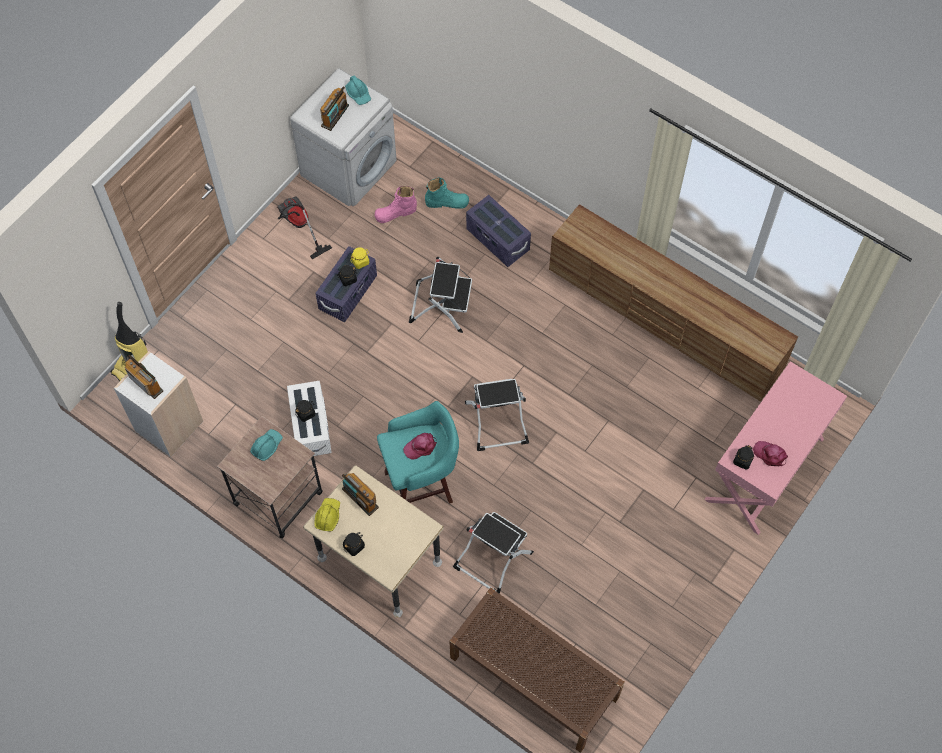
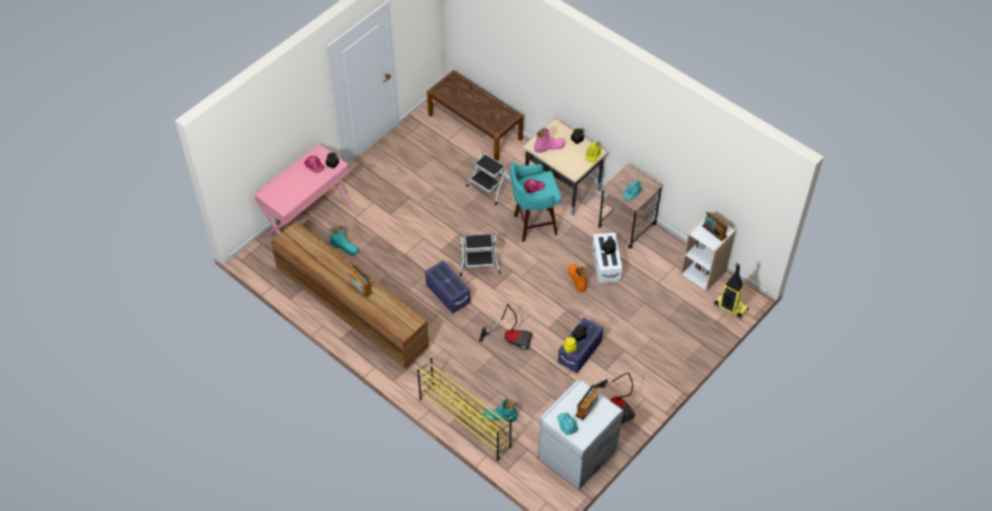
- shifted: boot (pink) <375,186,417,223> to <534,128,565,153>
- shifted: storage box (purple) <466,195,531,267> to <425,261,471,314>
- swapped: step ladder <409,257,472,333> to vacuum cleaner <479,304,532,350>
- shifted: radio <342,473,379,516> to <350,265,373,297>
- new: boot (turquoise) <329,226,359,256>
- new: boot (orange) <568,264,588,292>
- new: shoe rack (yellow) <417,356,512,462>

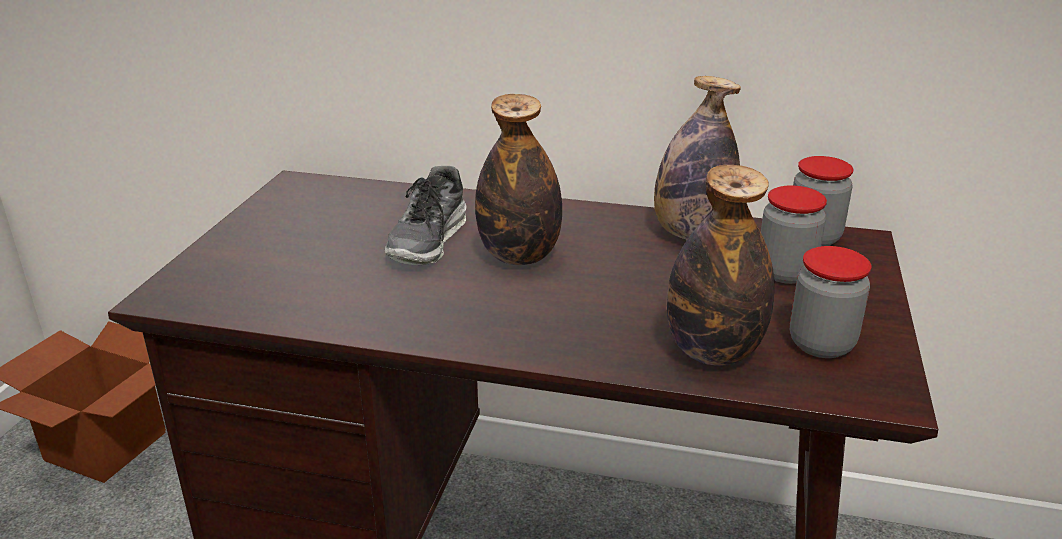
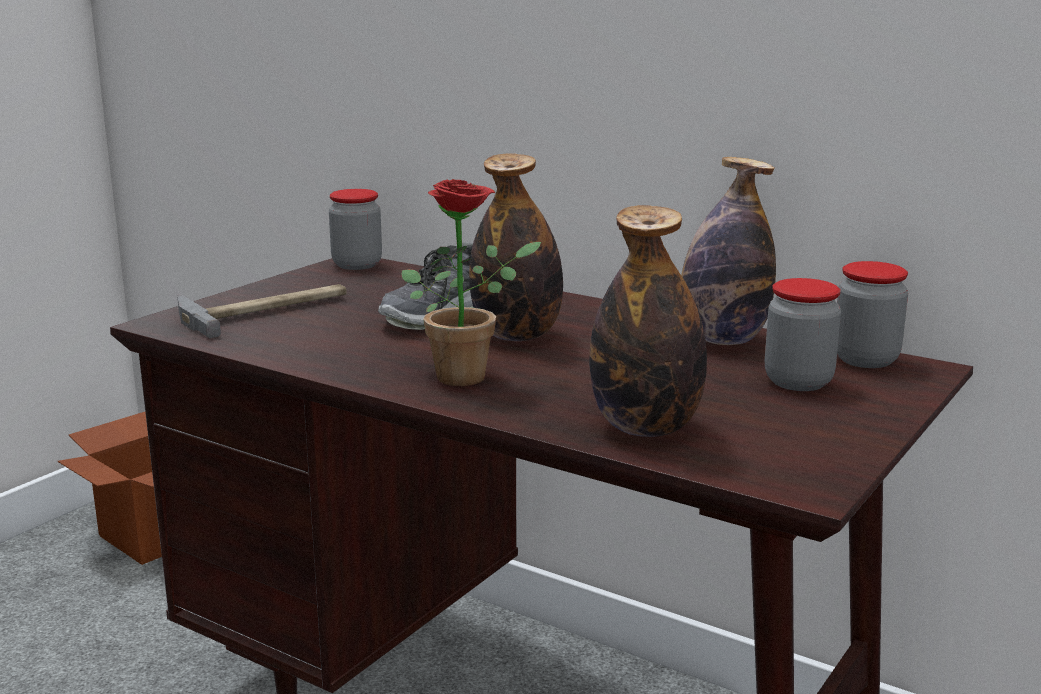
- shifted: jar <790,246,871,358> to <329,189,382,270>
- new: potted plant <401,179,541,386>
- new: hammer <177,284,347,338>

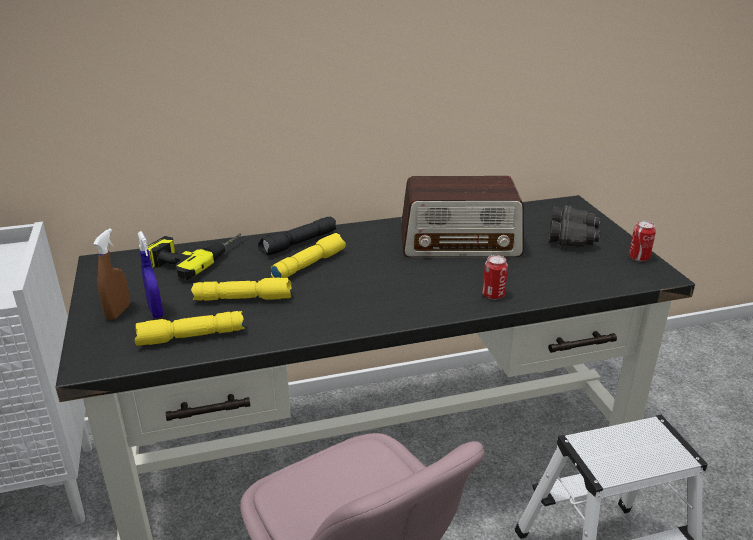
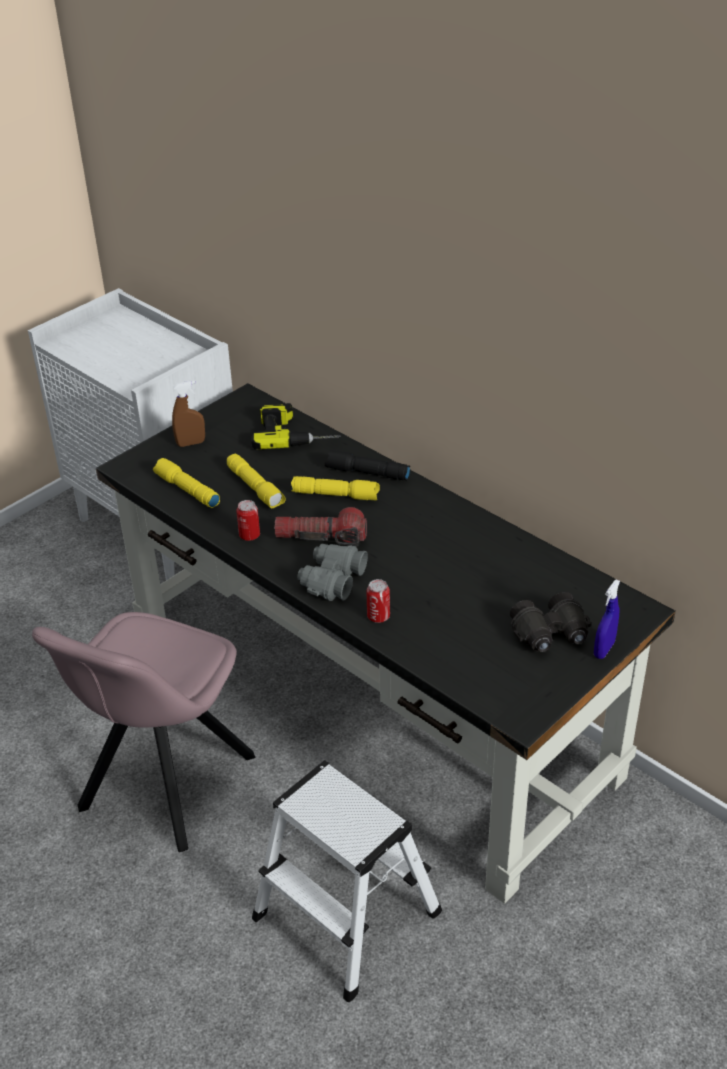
- gone: radio <401,176,524,257>
- shifted: can <629,221,656,261> to <236,500,260,541>
- shifted: spray bottle (blue) <138,231,163,318> to <594,580,620,659>
- new: flashlight <274,507,367,547>
- new: binoculars (grey) <297,544,368,601>

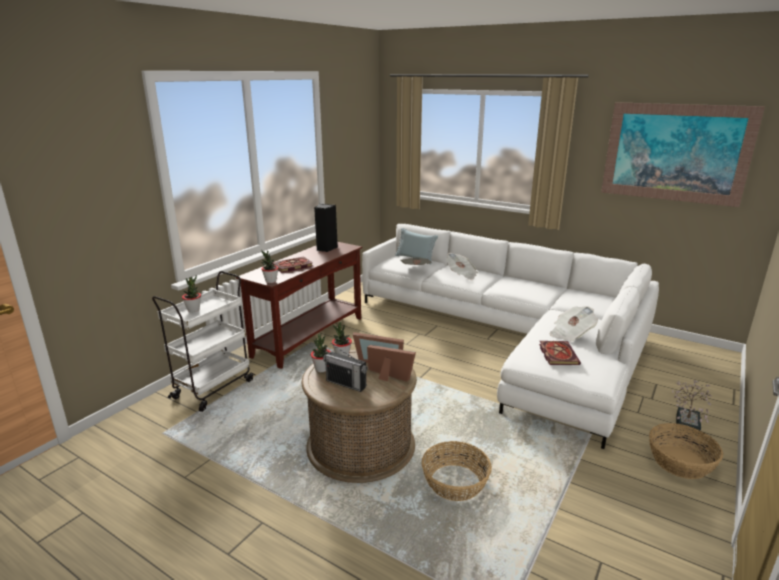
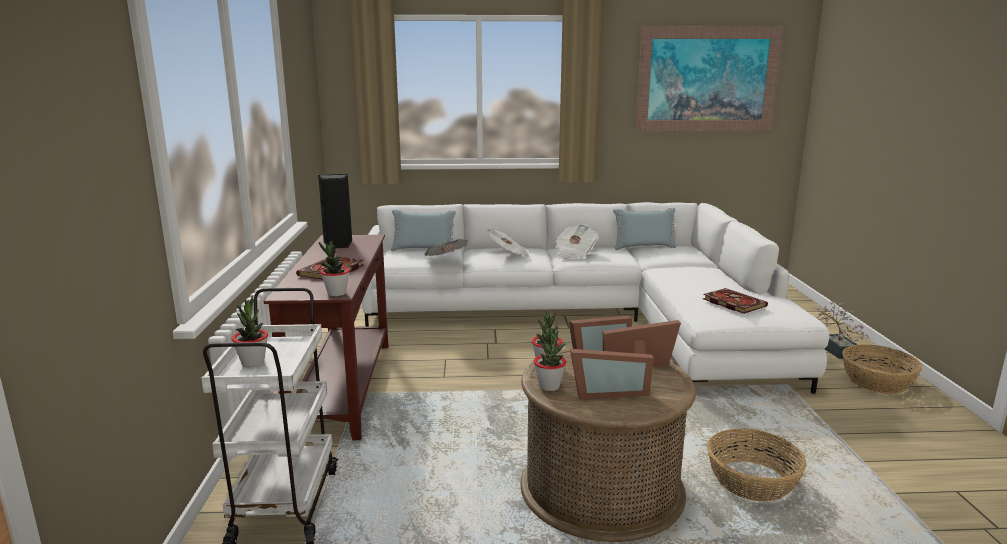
- shifted: newspaper <549,306,598,341> to <555,224,599,259>
- swapped: radio <323,343,368,392> to picture frame <570,349,654,399>
- new: pillow (blue) <613,208,676,250>

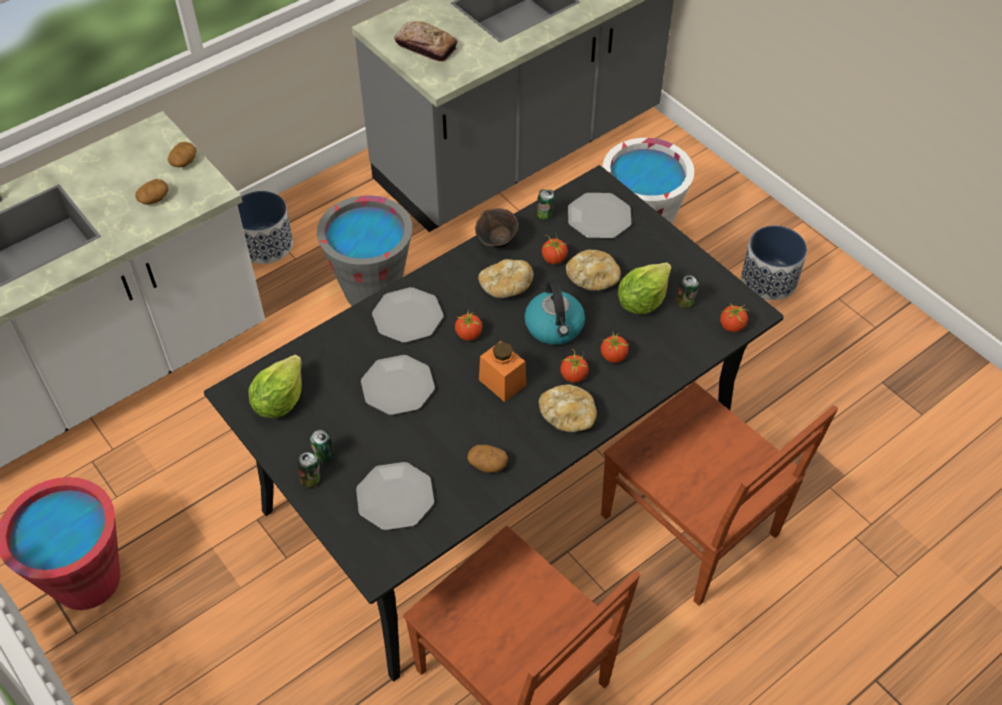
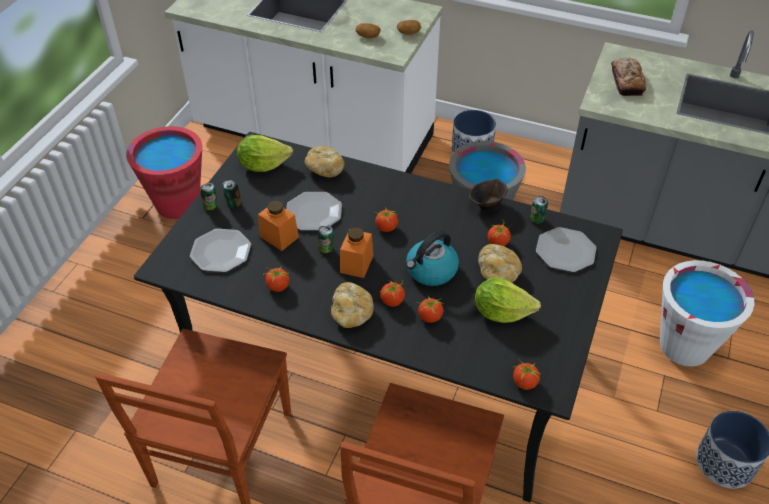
- shifted: bread <478,259,533,298> to <305,147,345,177>
- shifted: can <676,275,699,308> to <318,226,334,253>
- gone: plate <372,287,443,343>
- swapped: potato <467,445,508,473> to tomato <264,265,290,292>
- new: jar (orange) <258,200,299,251>

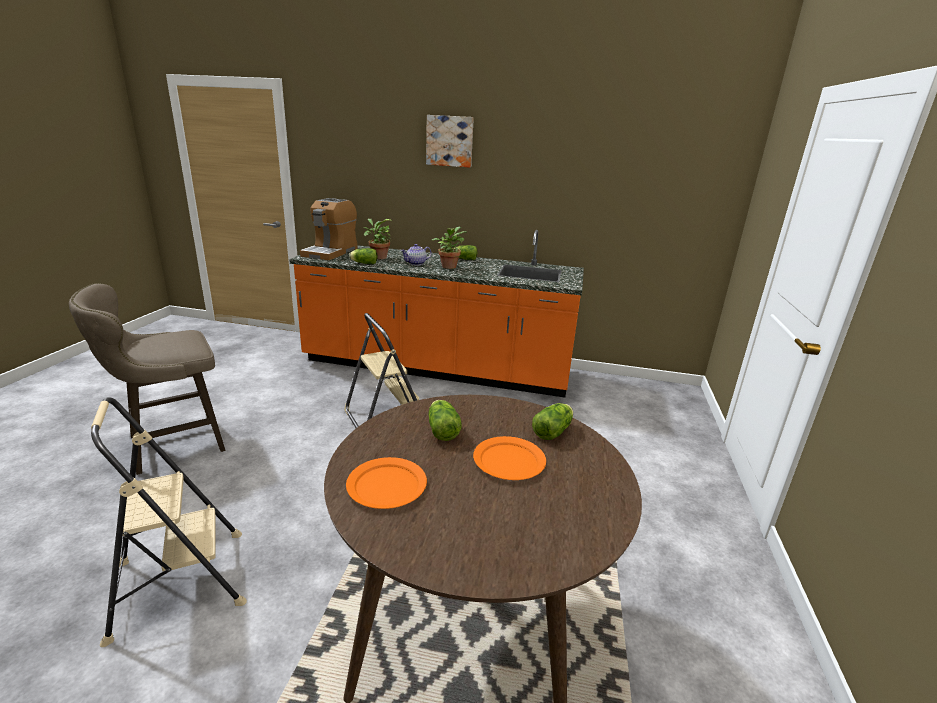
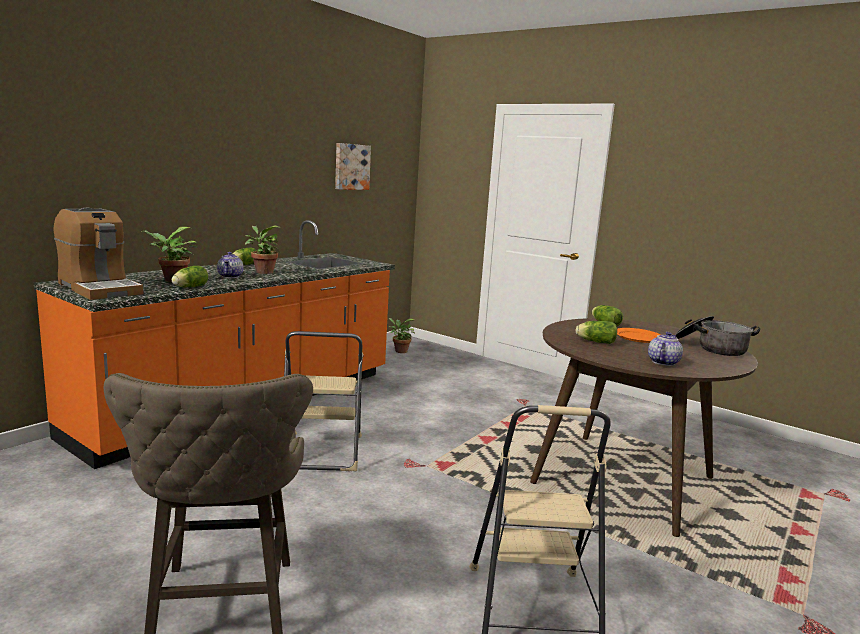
- shifted: picture <426,115,474,168> to <335,143,371,190>
- swapped: plate (orange) <346,457,427,509> to teapot <648,332,683,366>
- new: cooking pot <675,316,760,356>
- new: potted plant <388,318,416,353>

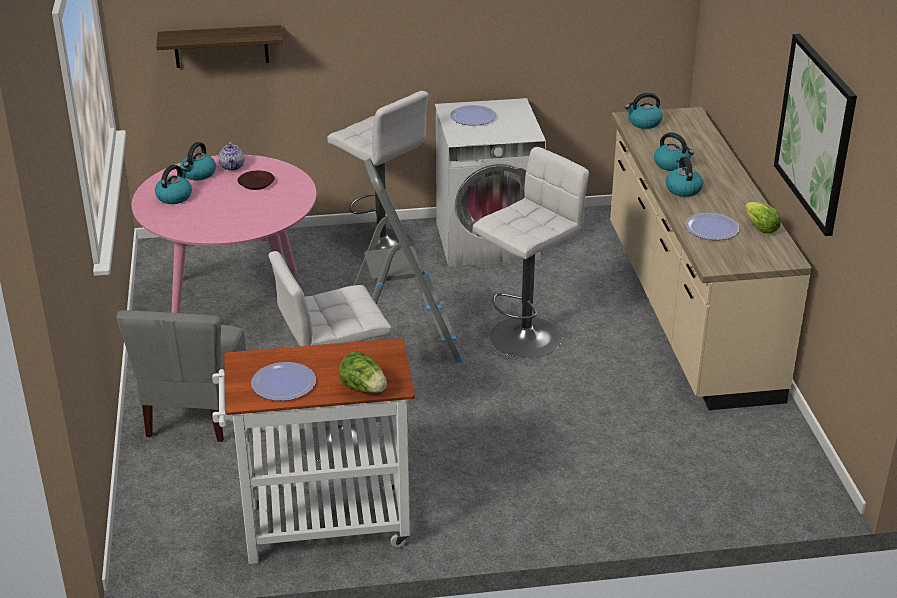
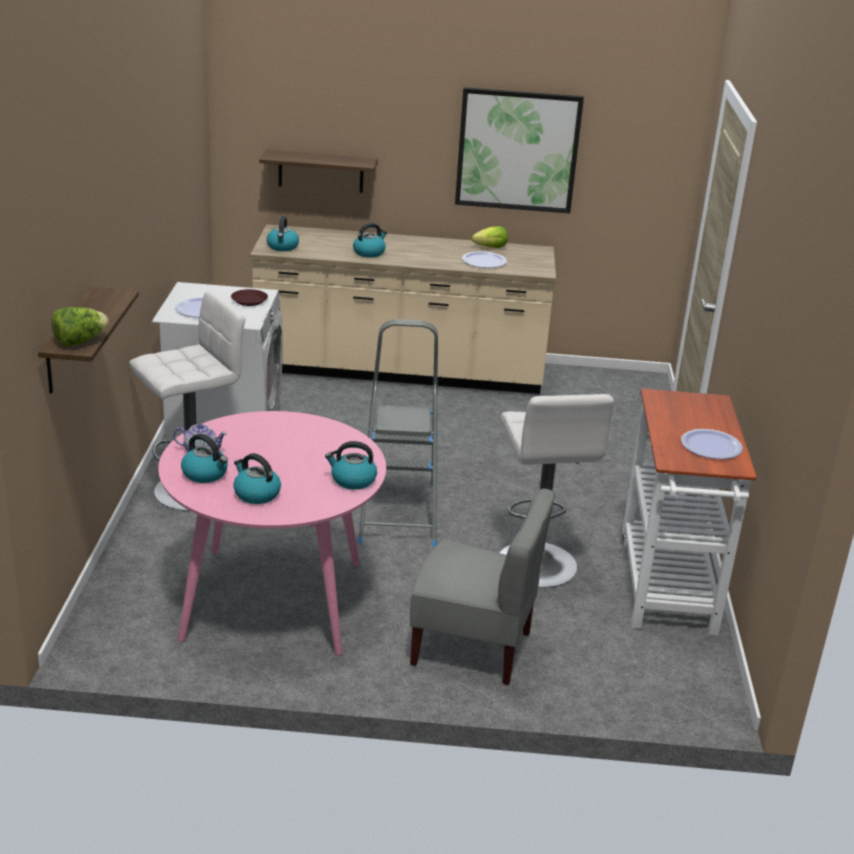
- gone: stool (white) <473,147,589,358>
- shifted: kettle <666,156,703,197> to <325,441,377,489>
- shifted: plate (brown) <238,171,275,190> to <231,289,268,306>
- shifted: lettuce <339,351,387,393> to <51,307,109,347>
- new: shelf <259,150,378,193>

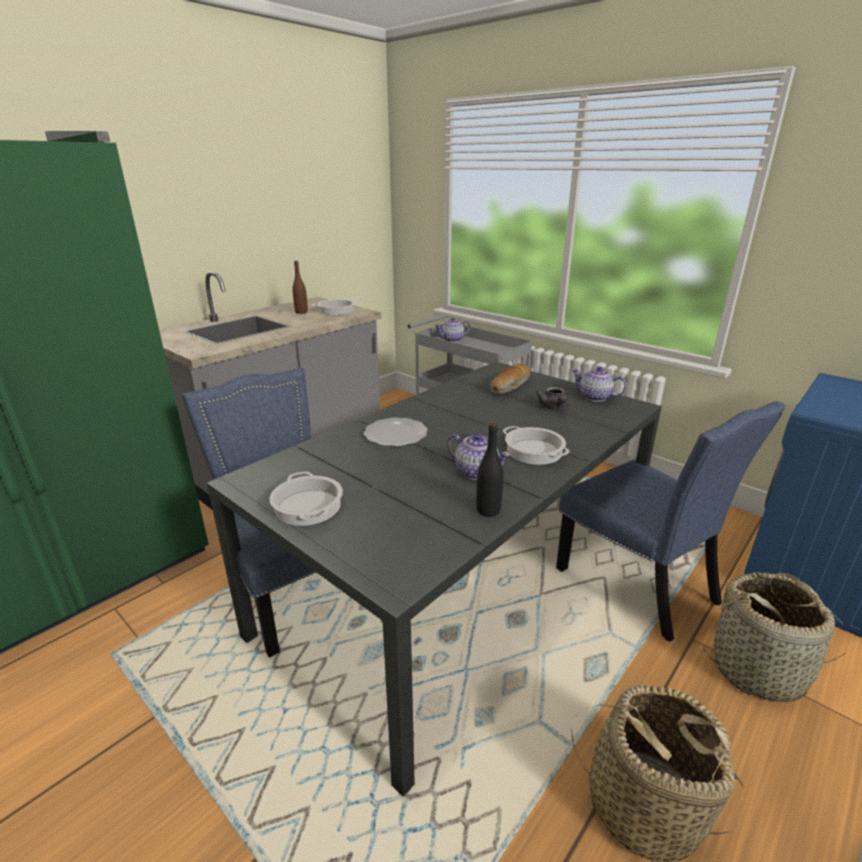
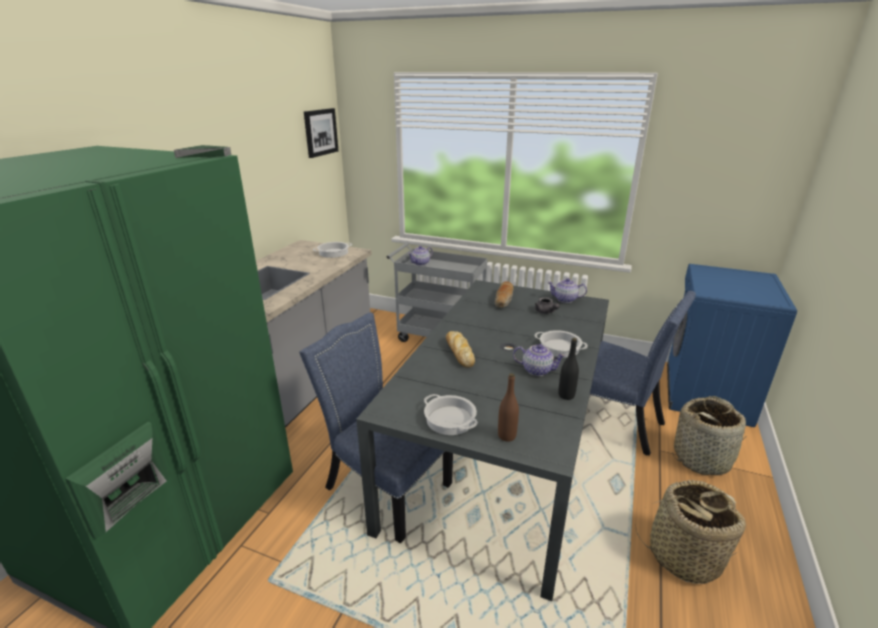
- shifted: bottle (brown) <292,261,308,314> to <498,373,519,442>
- swapped: plate <364,417,428,447> to bread <446,331,475,368>
- new: picture <304,108,338,158>

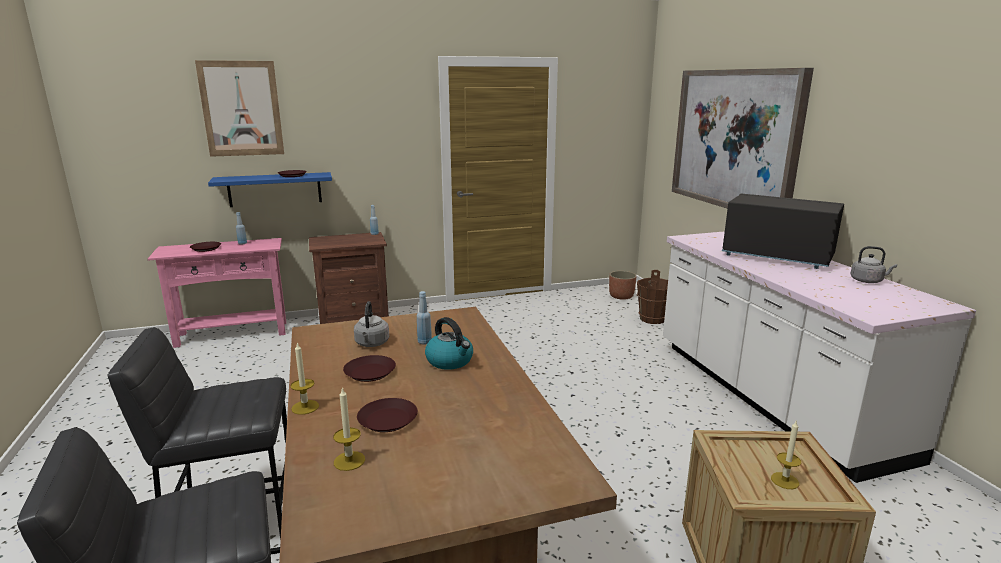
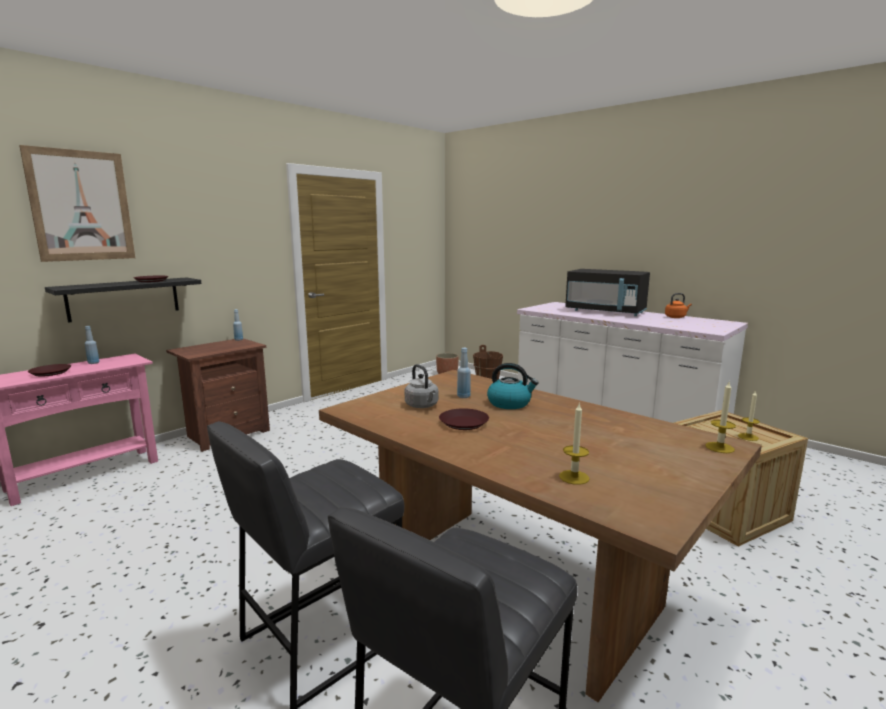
- gone: picture <672,68,814,209>
- repainted: shelf (blue) <208,172,332,207> to shelf (black) <45,277,202,323>
- rotated: microwave (black) <722,193,844,269> = <565,269,650,316> 150 degrees counterclockwise
- repainted: kettle (grey) <850,246,897,283> to kettle (orange) <665,293,692,318>
- shifted: candle <290,343,319,415> to <705,382,736,453>
- gone: plate (brown) <357,398,418,432>

